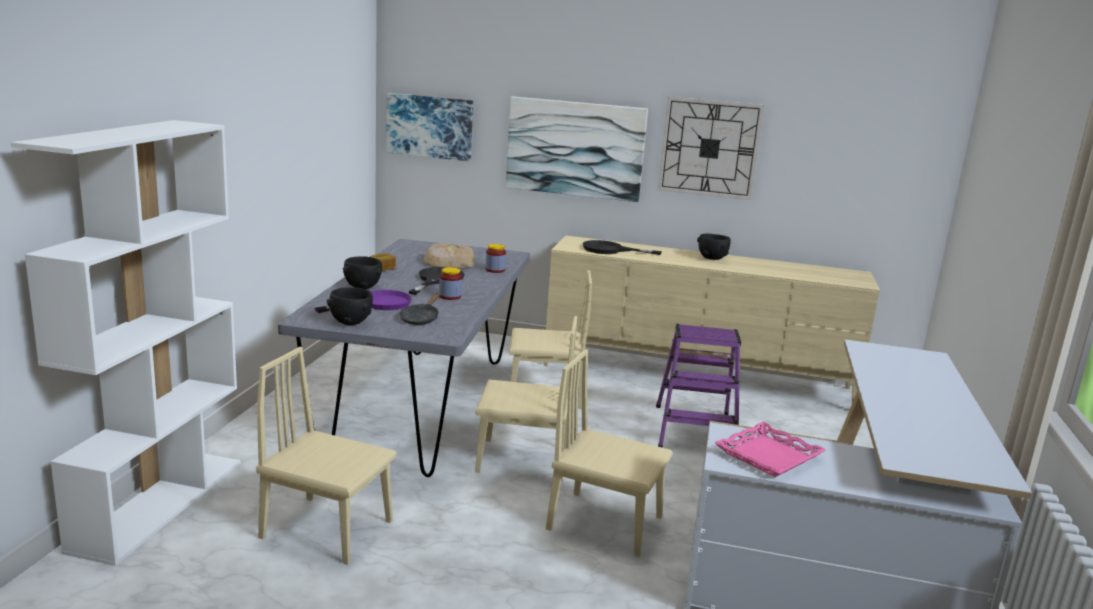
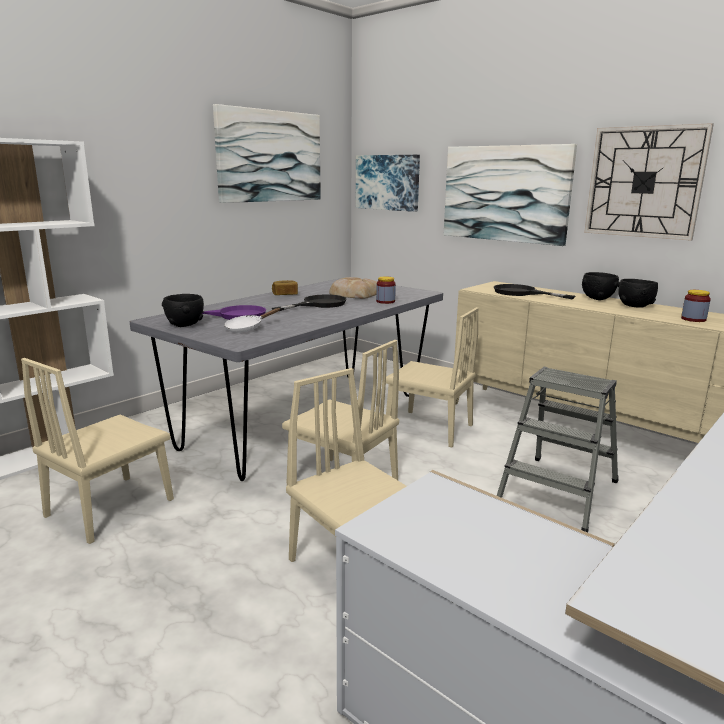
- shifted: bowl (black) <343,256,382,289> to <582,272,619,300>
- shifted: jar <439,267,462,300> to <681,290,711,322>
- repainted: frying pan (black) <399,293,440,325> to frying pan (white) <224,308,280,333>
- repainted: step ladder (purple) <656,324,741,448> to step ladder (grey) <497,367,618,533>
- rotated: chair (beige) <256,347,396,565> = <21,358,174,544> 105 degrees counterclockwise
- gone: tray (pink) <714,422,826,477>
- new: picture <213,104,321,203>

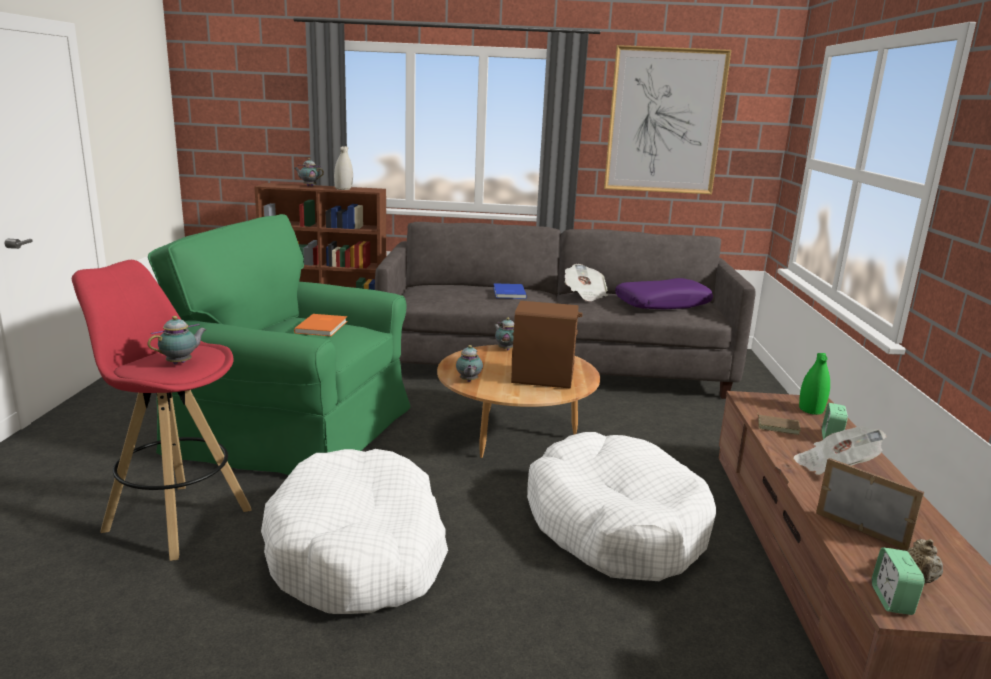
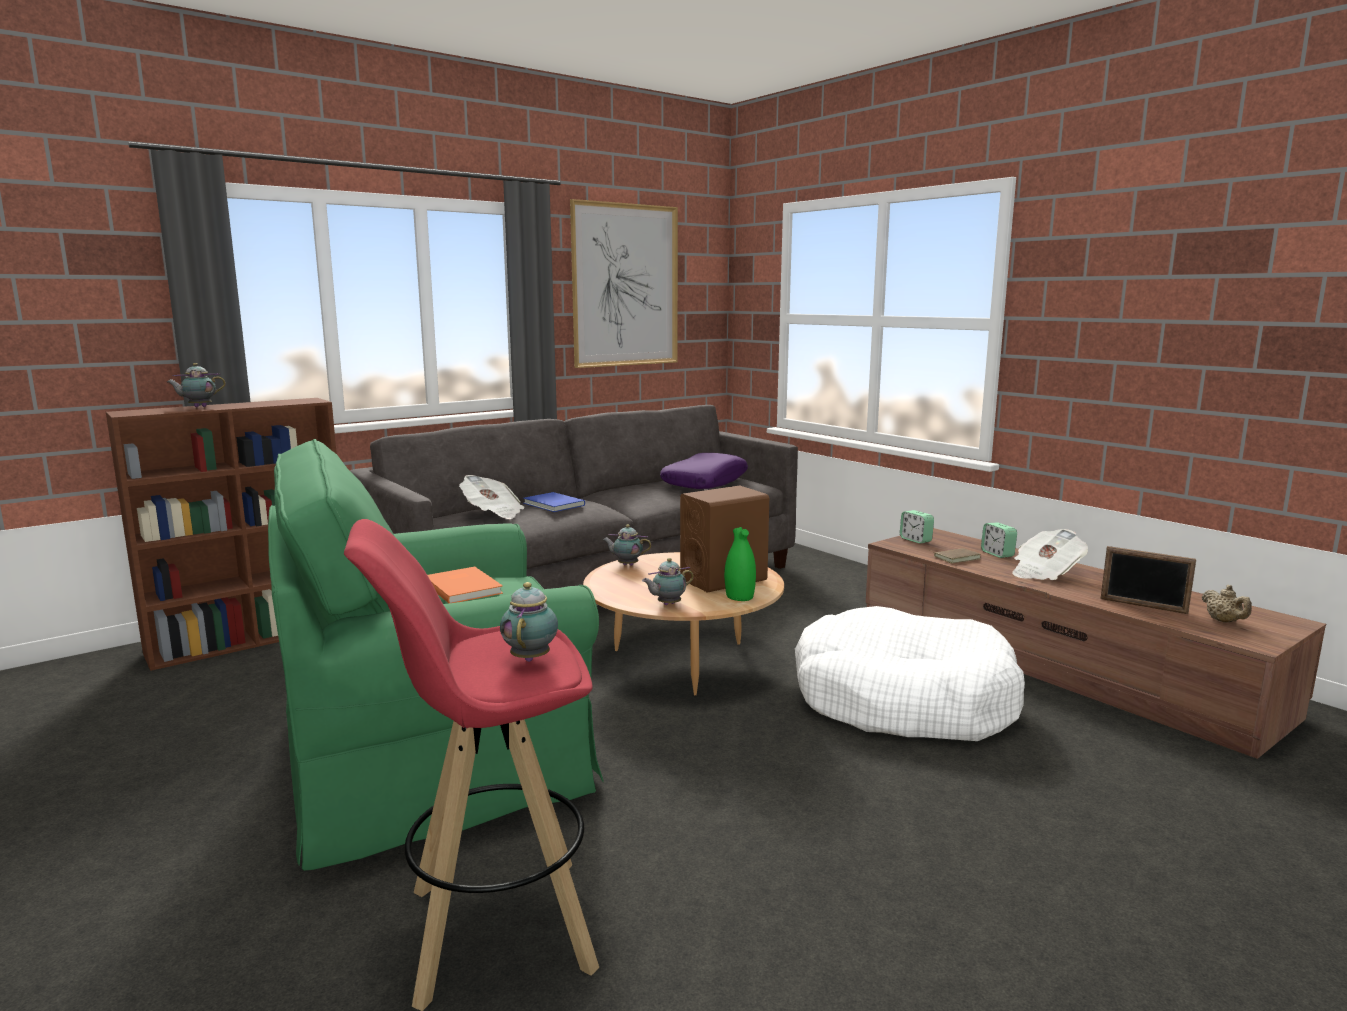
- gone: vase (white) <334,146,353,190>
- shifted: newspaper <565,264,608,301> to <459,475,525,519>
- rotated: teapot <456,345,483,382> = <642,558,694,605> 105 degrees clockwise
- shifted: vase (green) <799,353,830,415> to <724,527,756,601>
- gone: dog bed (white) <261,449,448,614>
- rotated: picture frame <816,458,924,551> = <1101,546,1196,614> 150 degrees counterclockwise
- shifted: alarm clock <872,547,924,615> to <900,510,934,544>

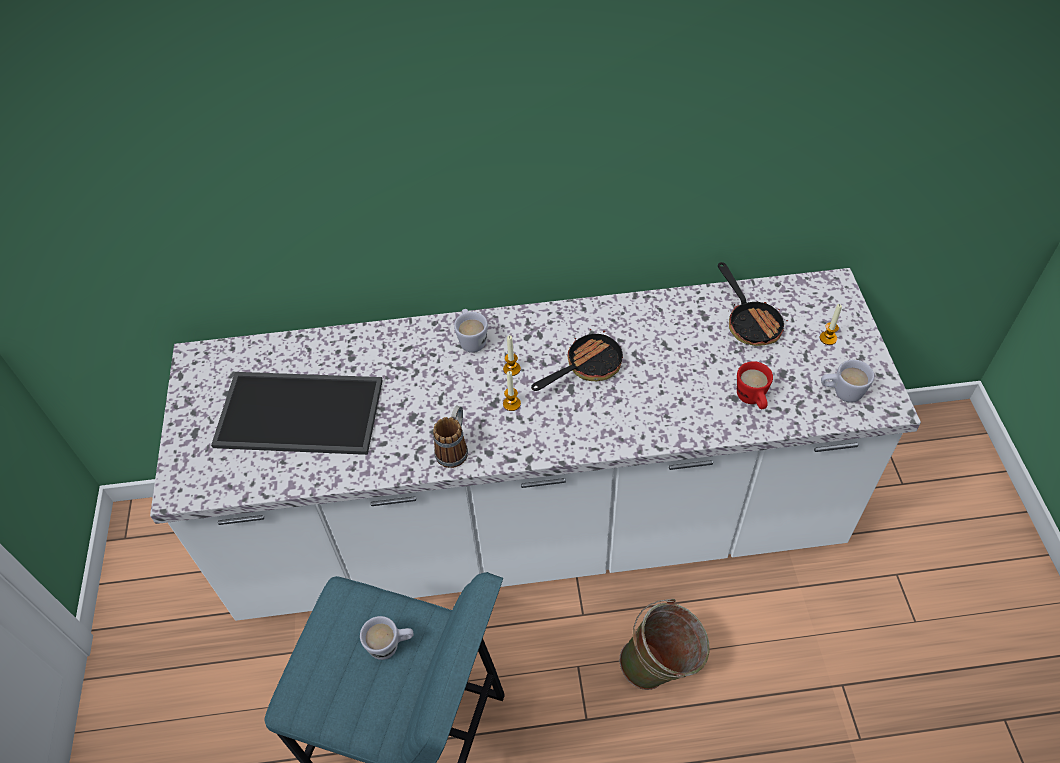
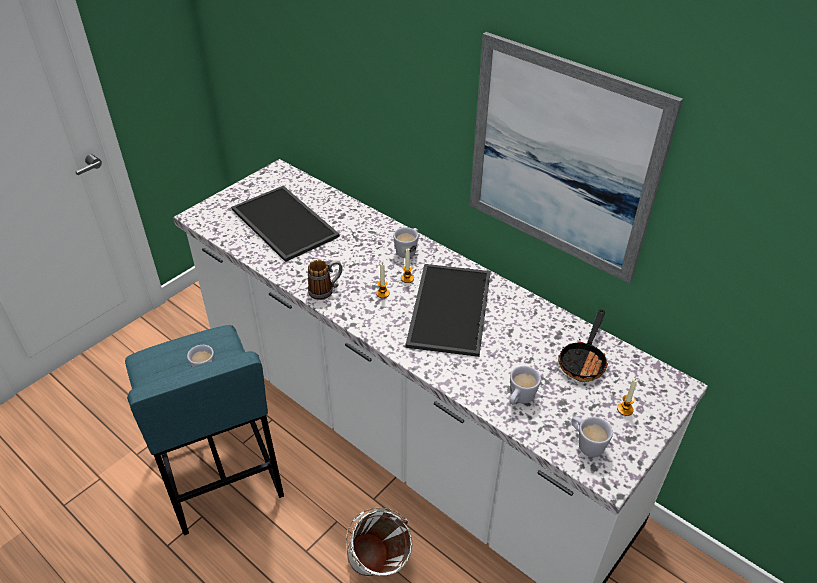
- swapped: frying pan <531,329,623,391> to tray <405,264,491,357>
- repainted: mug (red) <737,361,773,409> to mug (white) <509,366,541,405>
- repainted: bucket (green) <620,599,710,690> to bucket (white) <346,507,413,576>
- new: picture <470,32,683,283>

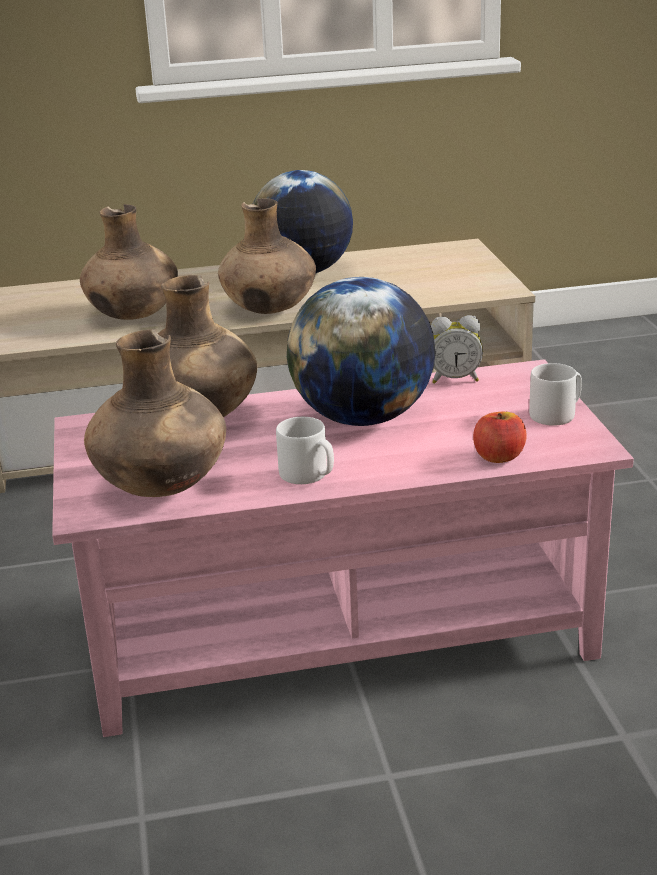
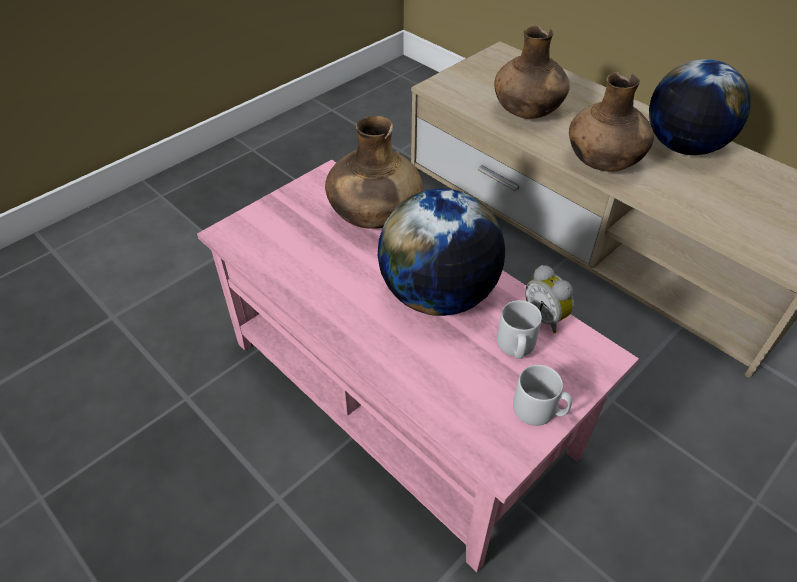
- gone: vase (brown) <84,330,226,497>
- gone: apple <473,412,527,463>
- shifted: mug (grey) <276,417,334,484> to <497,300,542,359>

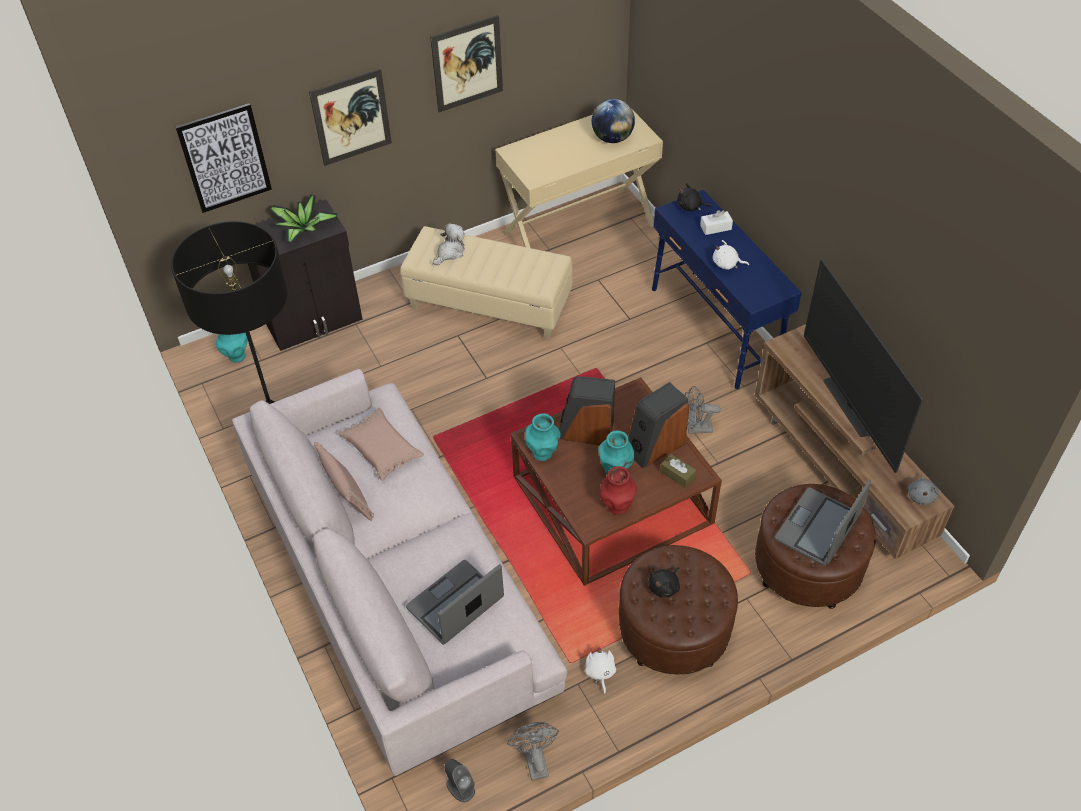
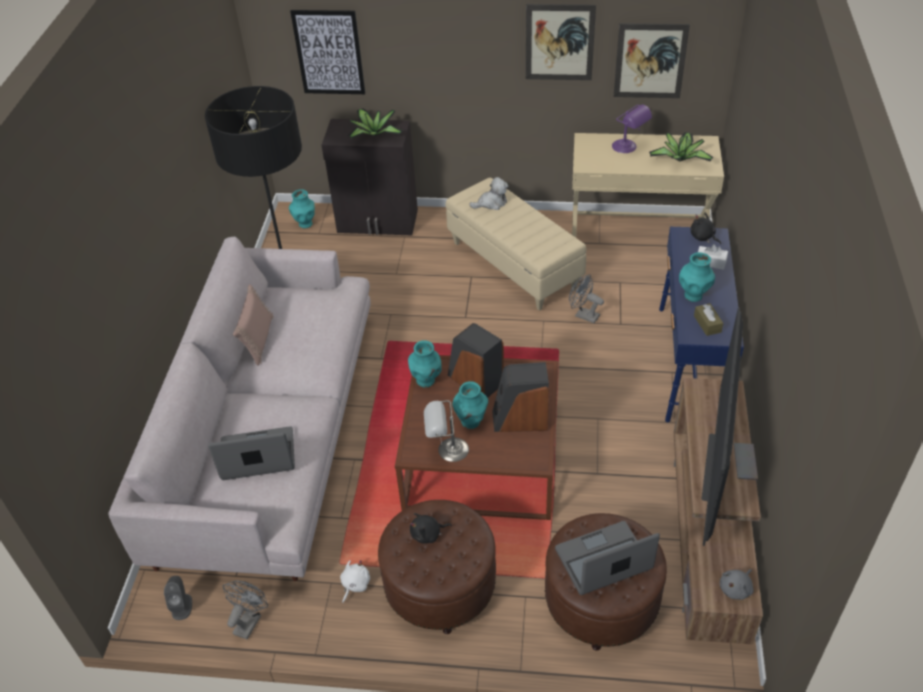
- shifted: picture <309,69,392,166> to <614,23,690,98>
- swapped: globe <592,99,635,143> to potted plant <649,132,714,162>
- swapped: plush toy (white) <713,240,749,270> to vase (turquoise) <679,252,715,302>
- shifted: fan (grey) <685,386,721,434> to <569,274,604,323>
- gone: pillow (beige) <338,408,424,481>
- shifted: tissue box (brown) <660,454,696,488> to <694,303,723,336>
- swapped: vase (red) <600,466,637,515> to table lamp (white) <424,400,469,462>
- new: table lamp (purple) <612,105,652,153>

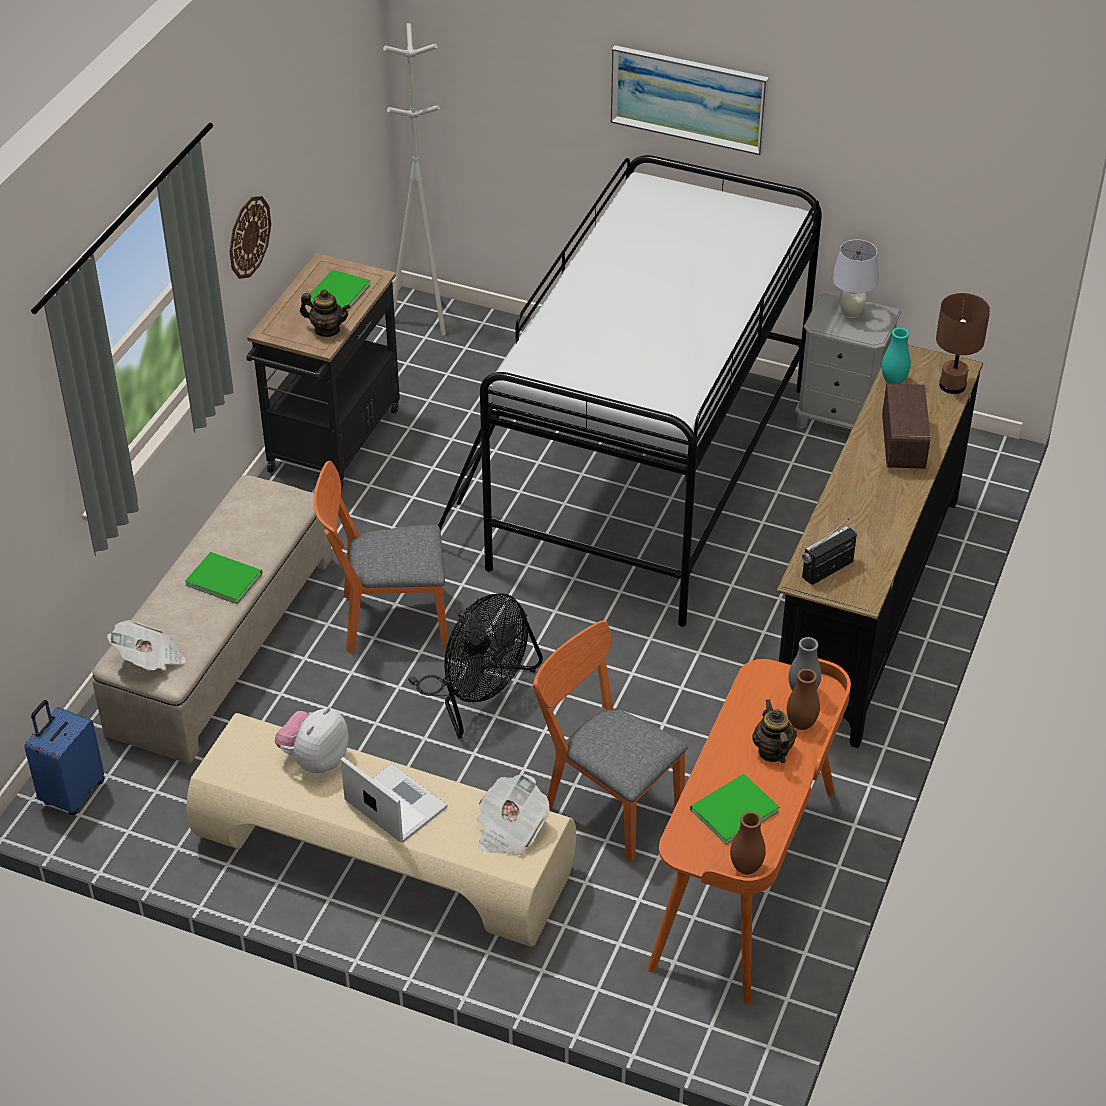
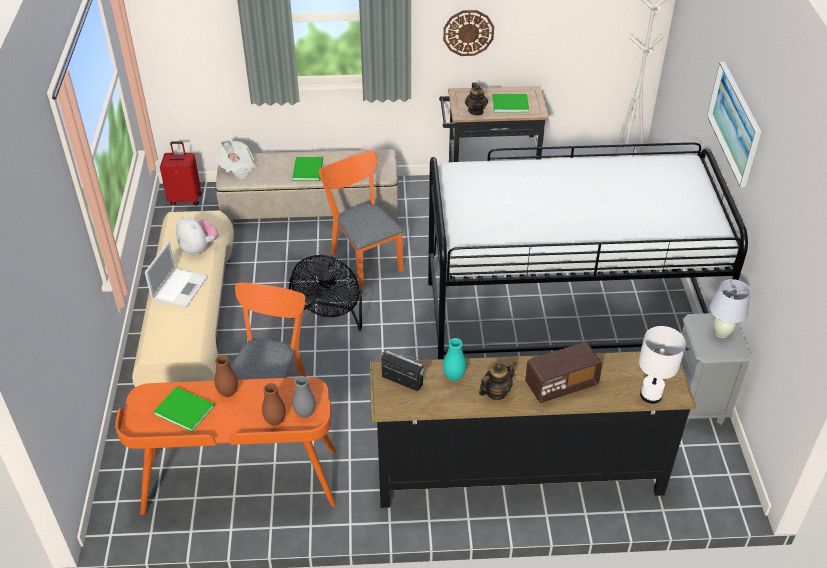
- repainted: table lamp (brown) <936,293,990,394> to table lamp (white) <639,326,686,404>
- shifted: vase (turquoise) <882,328,911,384> to <443,338,466,381>
- repainted: suitcase (blue) <24,700,104,815> to suitcase (red) <160,142,202,206>
- shifted: teapot <752,700,797,763> to <479,362,517,400>
- rotated: plush toy <275,707,349,773> = <176,216,219,255> 45 degrees clockwise
- gone: newspaper <477,774,550,855>
- shifted: vase (brown) <730,812,766,875> to <214,355,238,397>

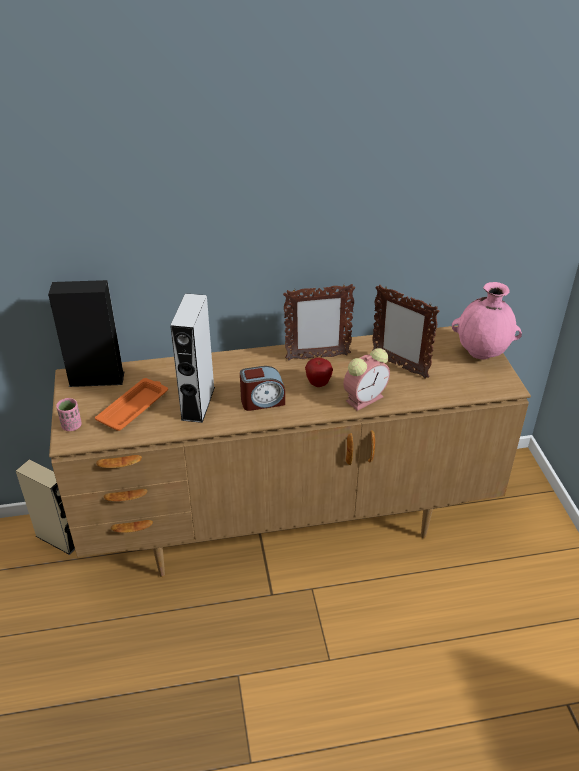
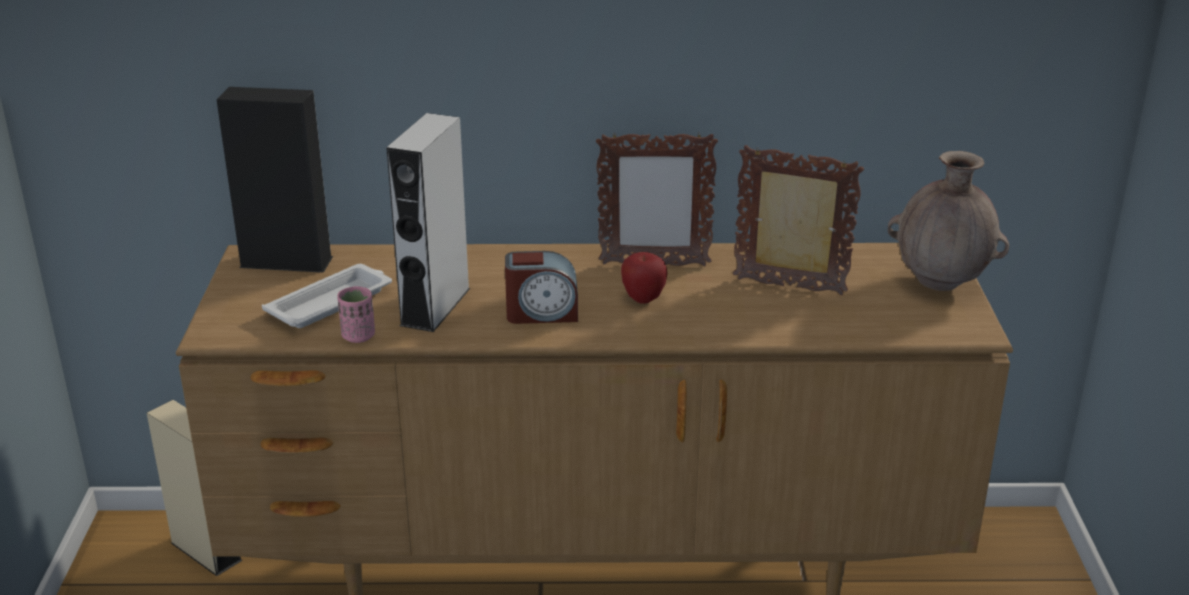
- repainted: vase (pink) <452,282,522,360> to vase (brown) <888,151,1009,291>
- rotated: picture frame <372,285,440,378> = <733,145,864,295> 150 degrees clockwise
- gone: alarm clock <343,348,390,411>
- repainted: tray (orange) <95,378,168,431> to tray (white) <262,264,392,328>
- shifted: cup (pink) <56,398,82,431> to <337,286,375,343>

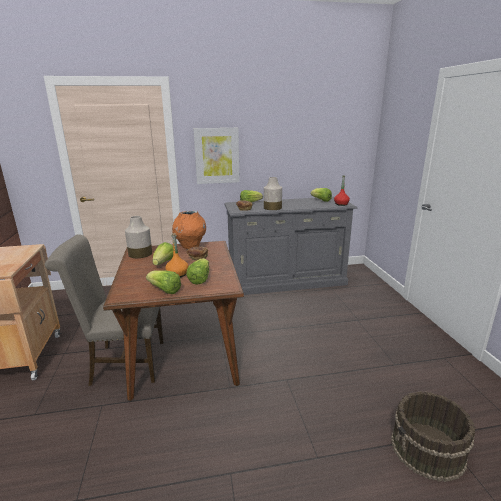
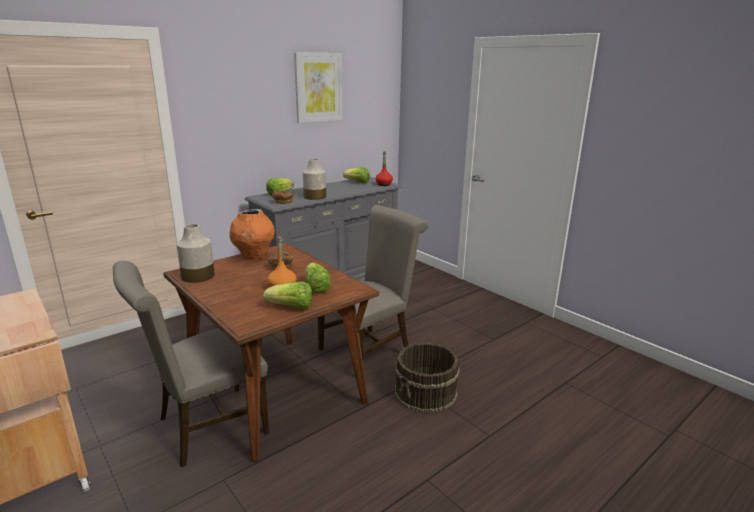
- shifted: picture <193,128,240,184> to <294,52,342,123>
- gone: lettuce <153,242,173,265>
- shifted: bucket (brown) <391,391,475,482> to <395,343,460,413>
- new: chair (beige) <318,205,429,360>

